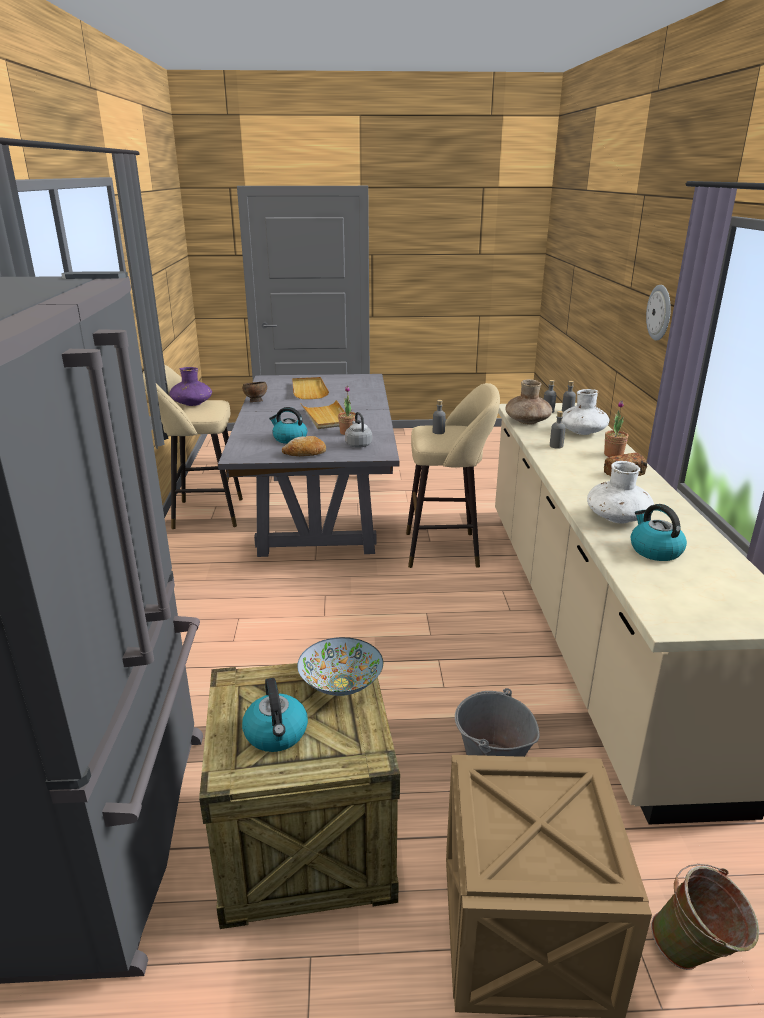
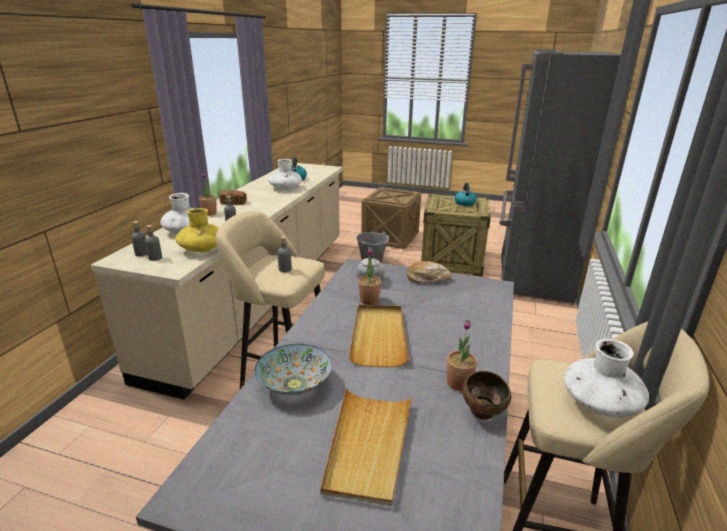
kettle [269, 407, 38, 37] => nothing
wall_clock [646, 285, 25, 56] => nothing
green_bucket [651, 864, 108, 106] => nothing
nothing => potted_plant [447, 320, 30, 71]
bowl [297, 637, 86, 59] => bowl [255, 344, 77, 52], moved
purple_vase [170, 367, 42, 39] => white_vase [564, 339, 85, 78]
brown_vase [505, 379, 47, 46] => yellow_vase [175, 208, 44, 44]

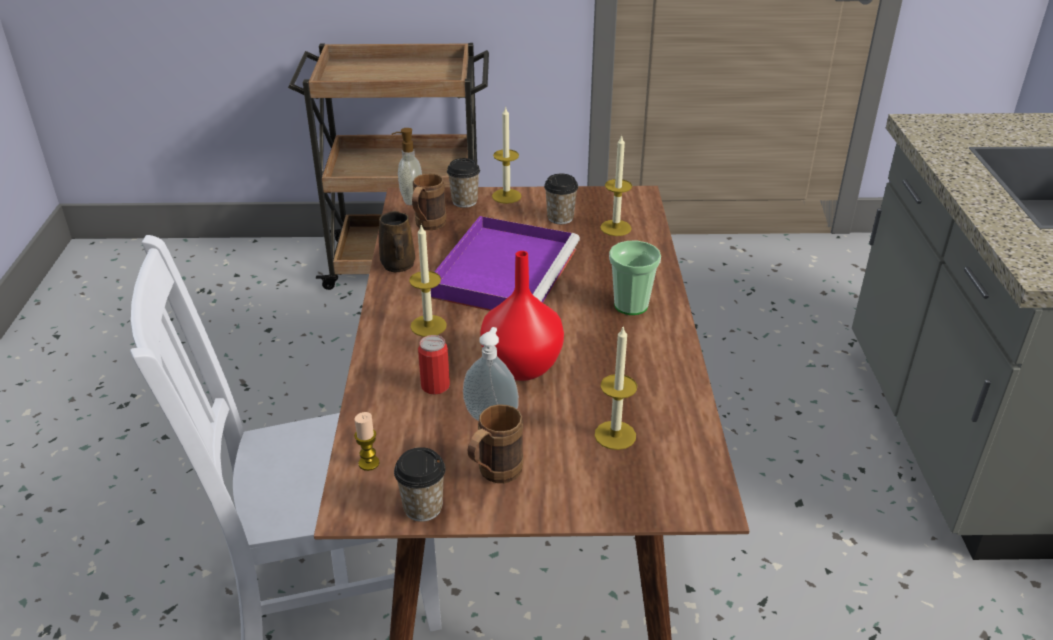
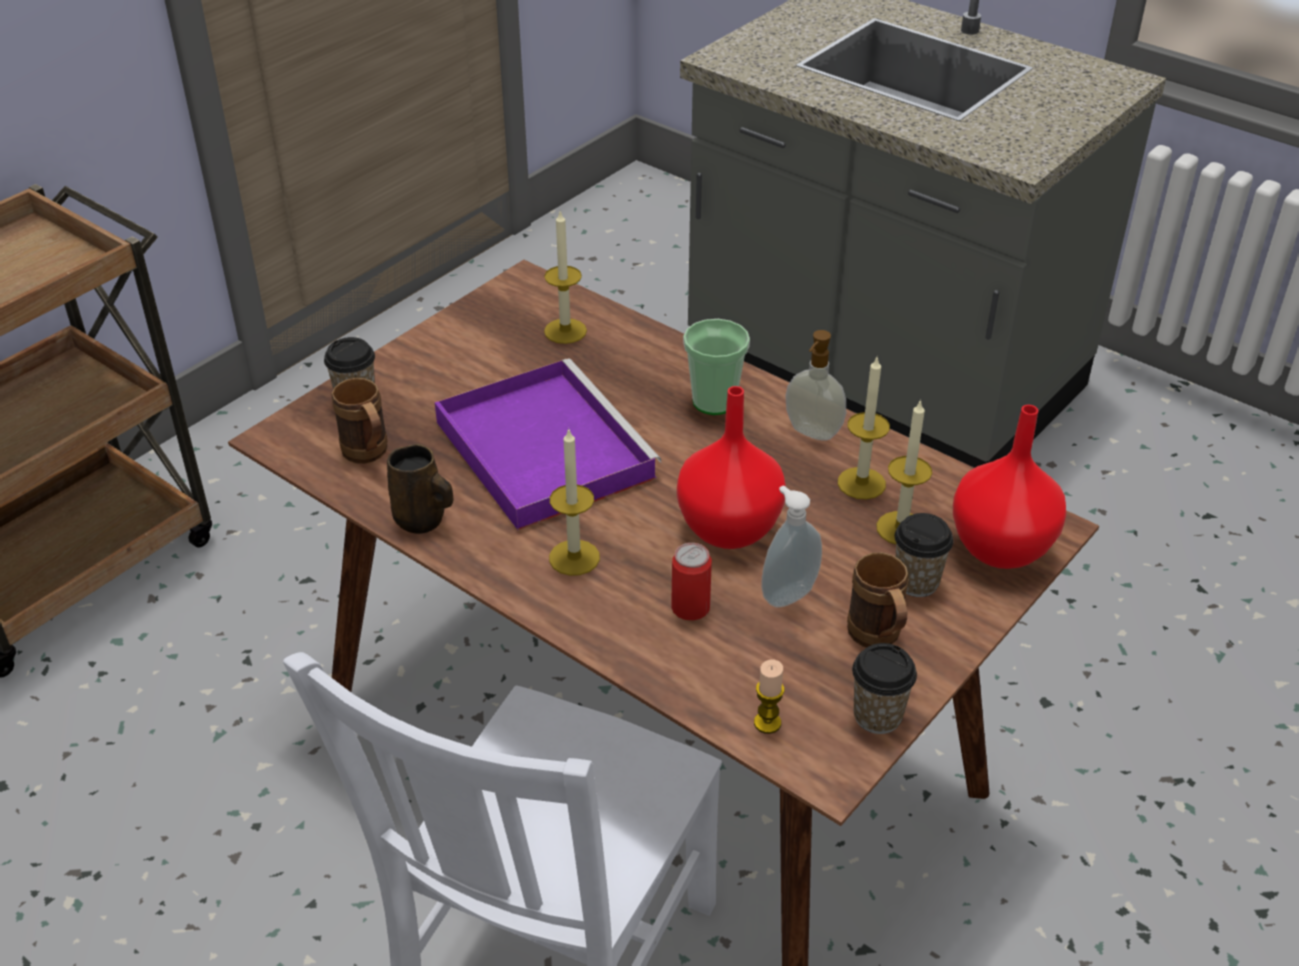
nothing => red_vase [953, 405, 113, 164]
soap_dispenser [392, 128, 30, 77] => soap_dispenser [785, 330, 61, 111], moved
candle [492, 106, 30, 98] => candle [838, 355, 52, 145], moved
cup [544, 174, 34, 50] => cup [895, 513, 58, 84], moved

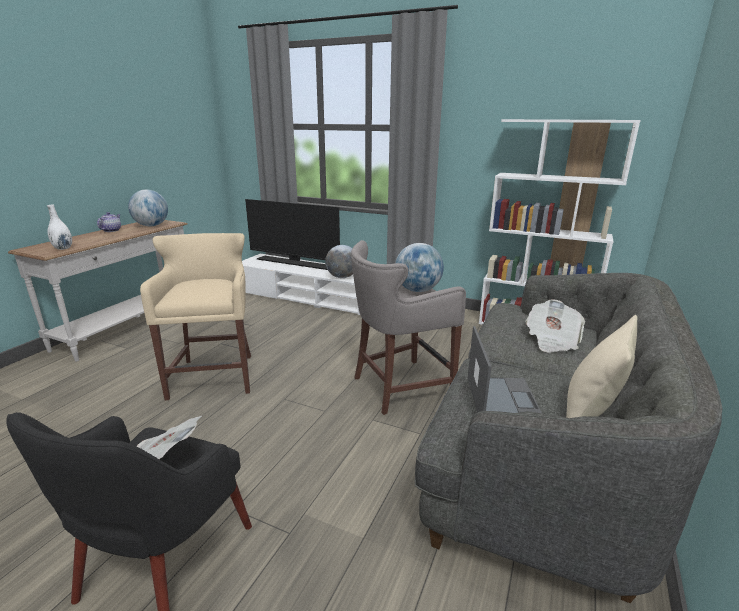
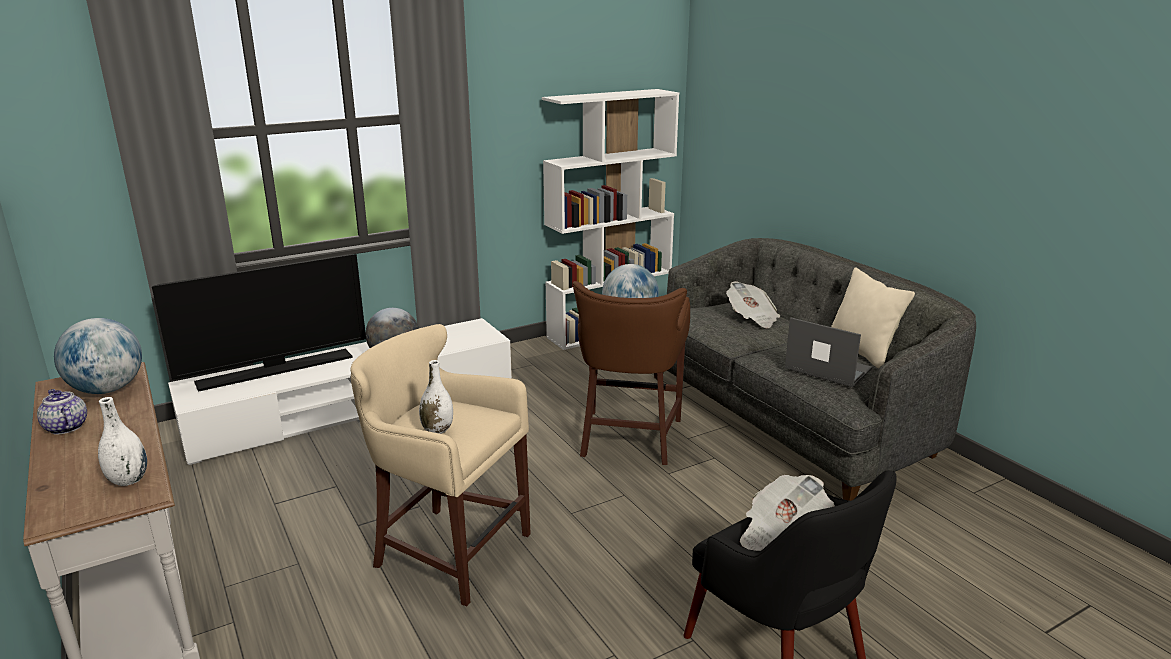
nothing => white_vase [419, 360, 34, 74]
grey_stool [351, 240, 115, 175] => brown_stool [572, 281, 118, 184]

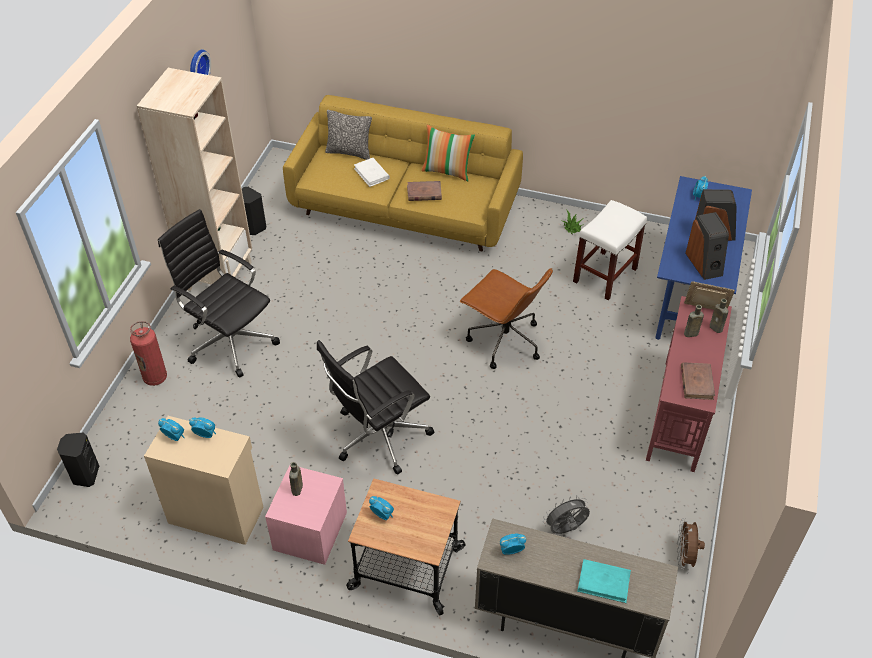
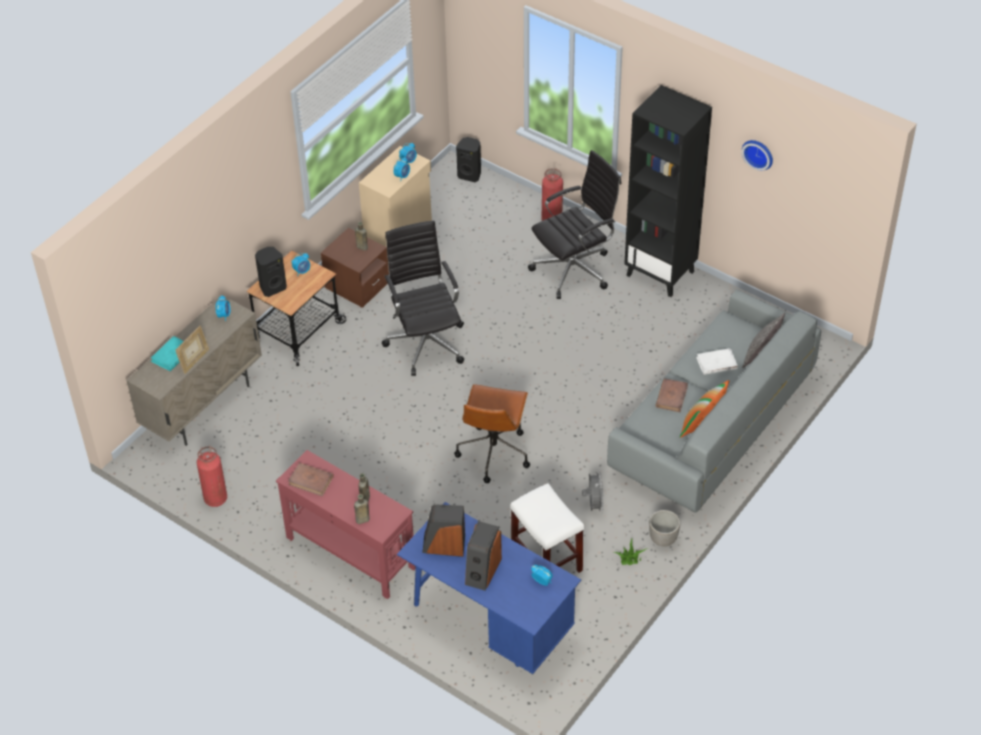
nothing => planter [649, 510, 31, 37]
black_speaker [242, 187, 24, 48] => black_speaker [255, 247, 32, 50], moved
grey_fan [543, 496, 47, 38] => grey_fan [582, 471, 22, 42], moved
picture_frame [684, 281, 51, 29] => picture_frame [175, 325, 34, 49], moved
brown_fan [677, 518, 28, 51] => fire_extinguisher [197, 447, 30, 60]
beige_bookcase [137, 68, 115, 223] => black_bookcase [624, 85, 88, 212]
pink_nightstand [265, 465, 82, 100] => brown_nightstand [321, 228, 68, 80]
yellow_sofa [283, 95, 240, 157] => grey_sofa [607, 289, 214, 223]
brown_office_chair [460, 268, 93, 101] => brown_office_chair [454, 384, 76, 99], 45 degrees counterclockwise

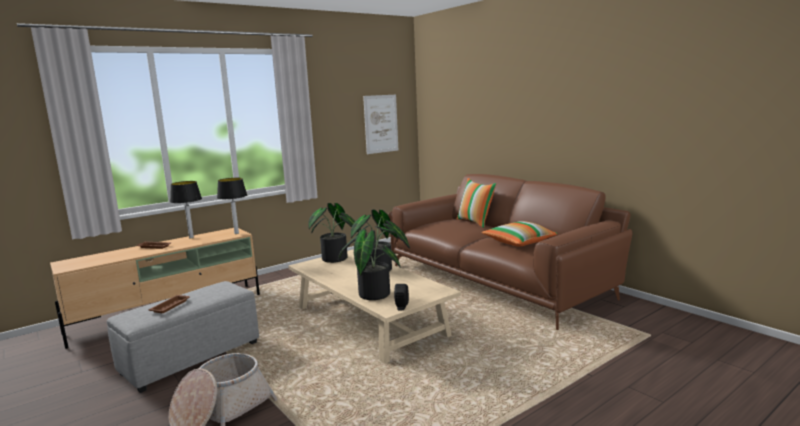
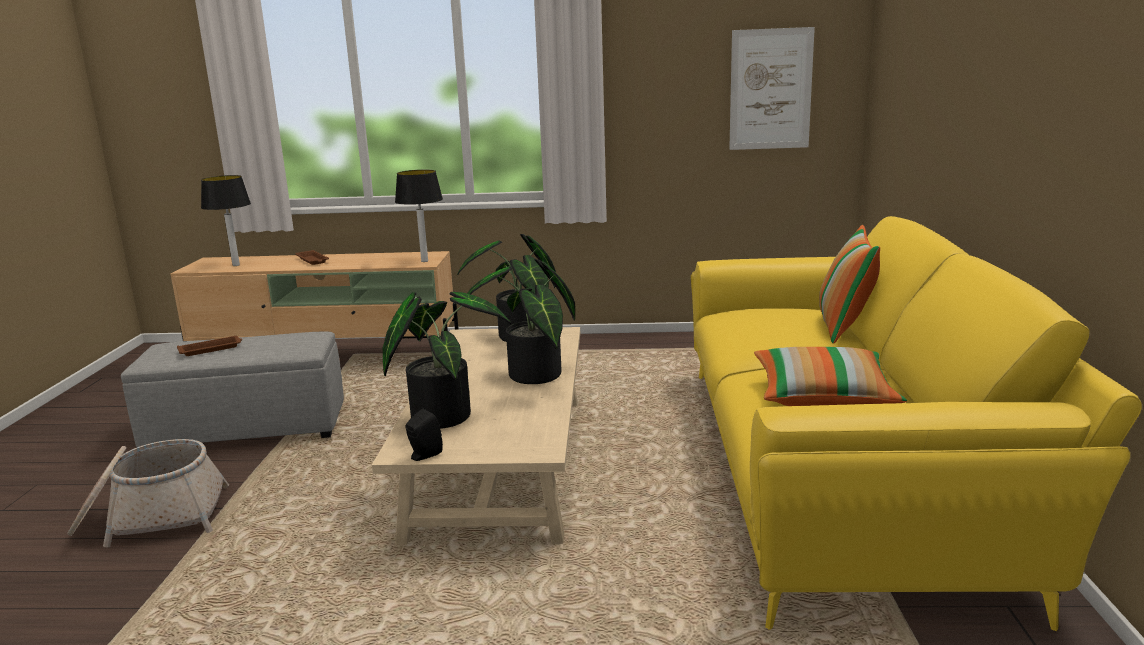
table_lamp [170, 181, 32, 57] => table_lamp [201, 175, 50, 91], moved
brown_sofa [388, 174, 245, 156] => yellow_sofa [691, 216, 451, 415]

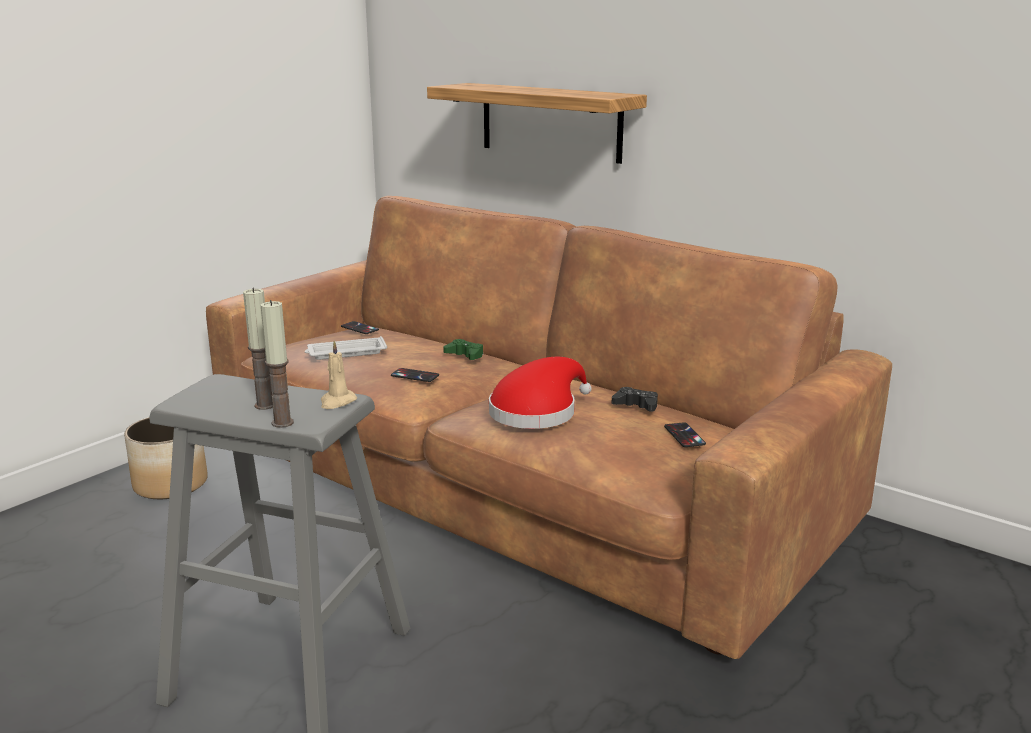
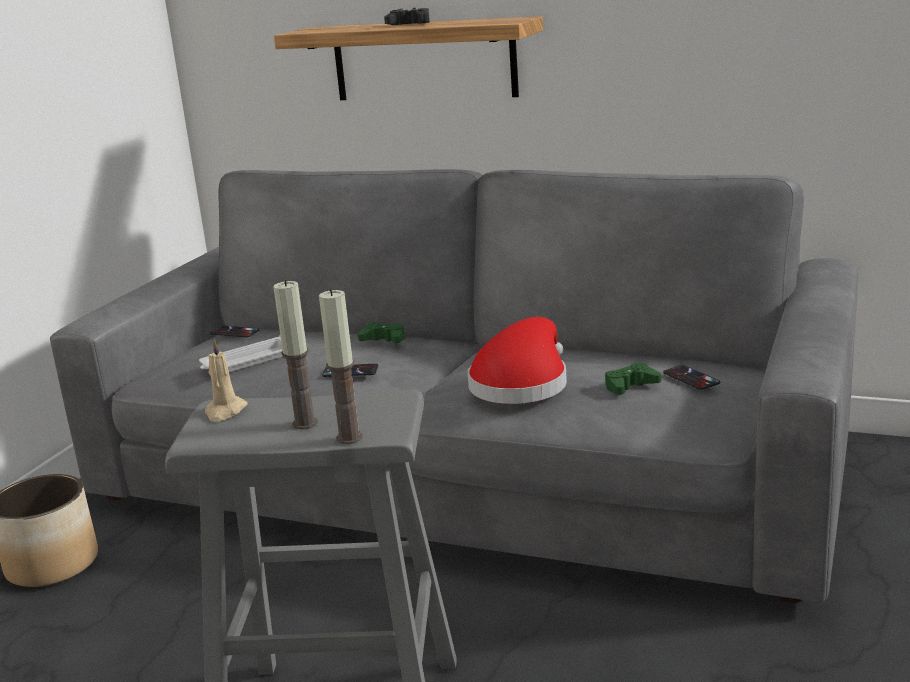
nothing => green_game_controller [605, 363, 56, 32]
beige_candle [321, 341, 36, 68] => beige_candle [205, 339, 43, 82], moved
black_game_controller [612, 387, 46, 25] => black_game_controller [384, 8, 46, 17], moved
brown_sofa [206, 196, 686, 463] => grey_sofa [50, 169, 808, 434]

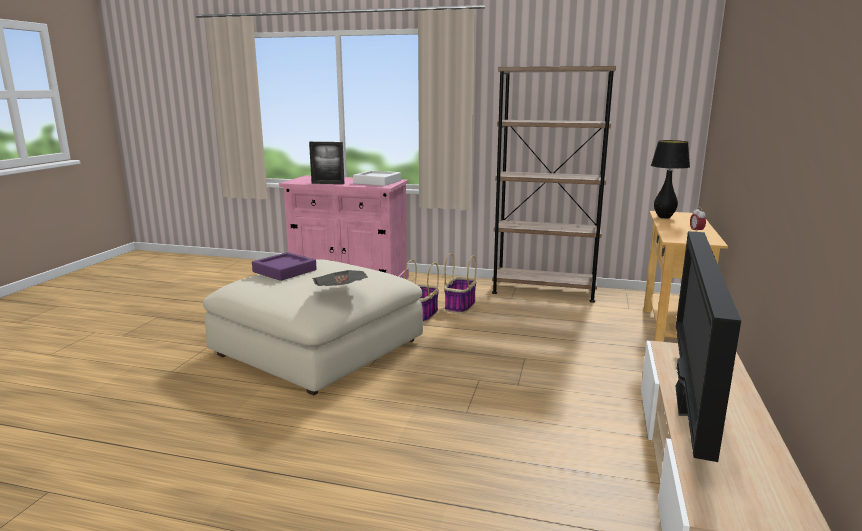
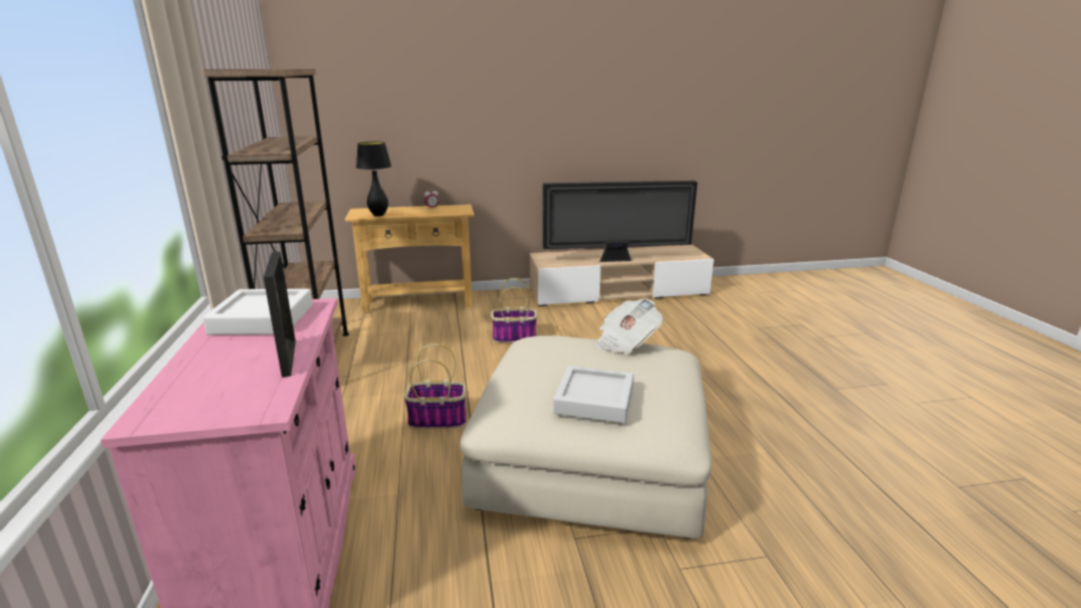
basket [444, 253, 32, 60] => basket [491, 278, 46, 65], moved
purple_tray [252, 252, 65, 29] => grey_tray [553, 366, 81, 57]

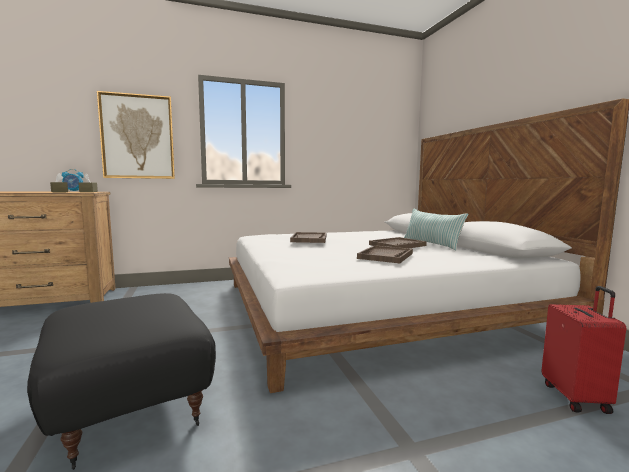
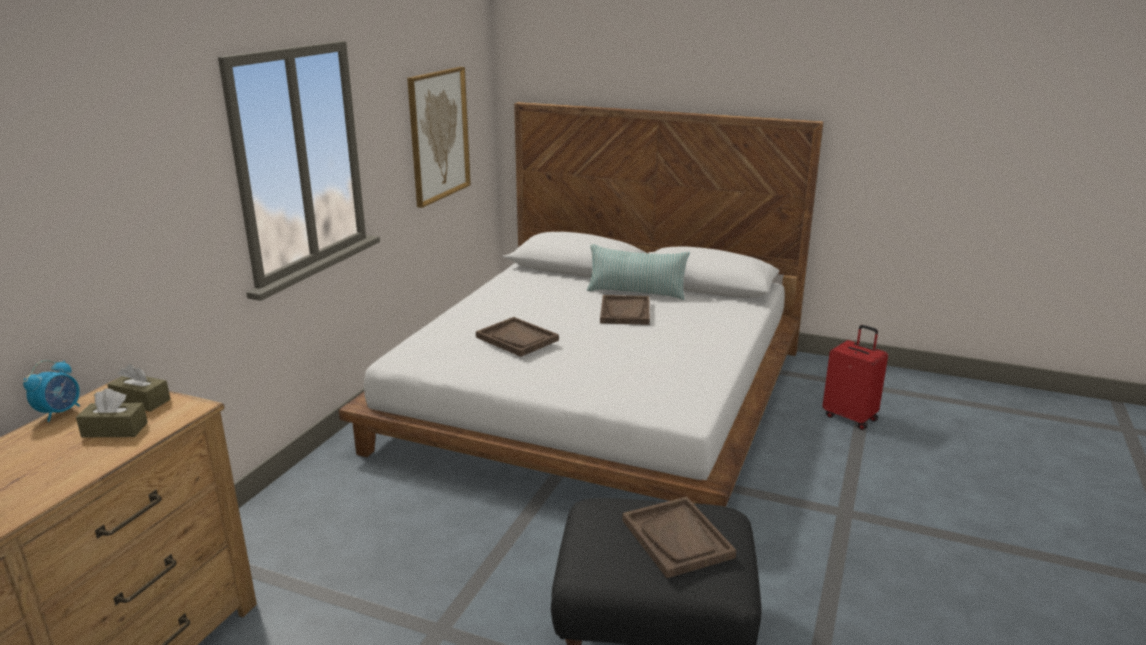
picture [97, 91, 78, 88] => picture [407, 67, 64, 141], moved
brown_tray [357, 245, 56, 18] => brown_tray [622, 497, 114, 81], moved

